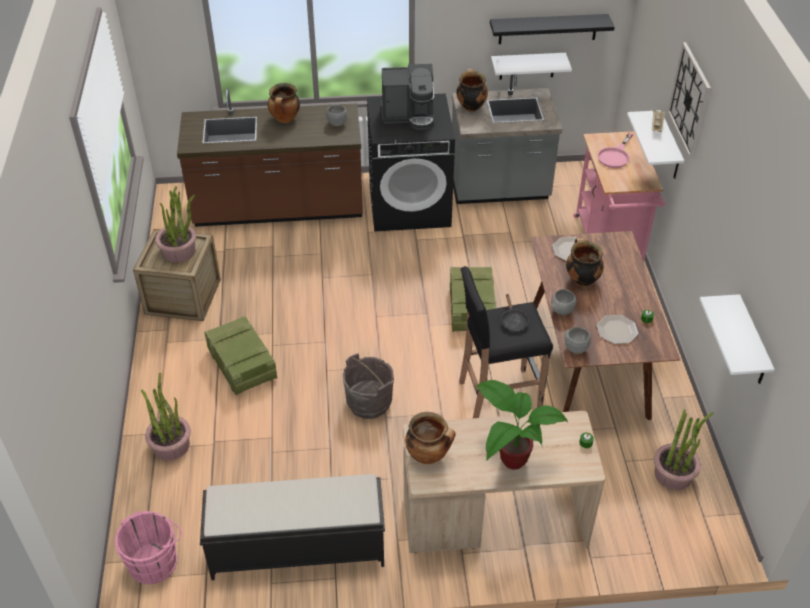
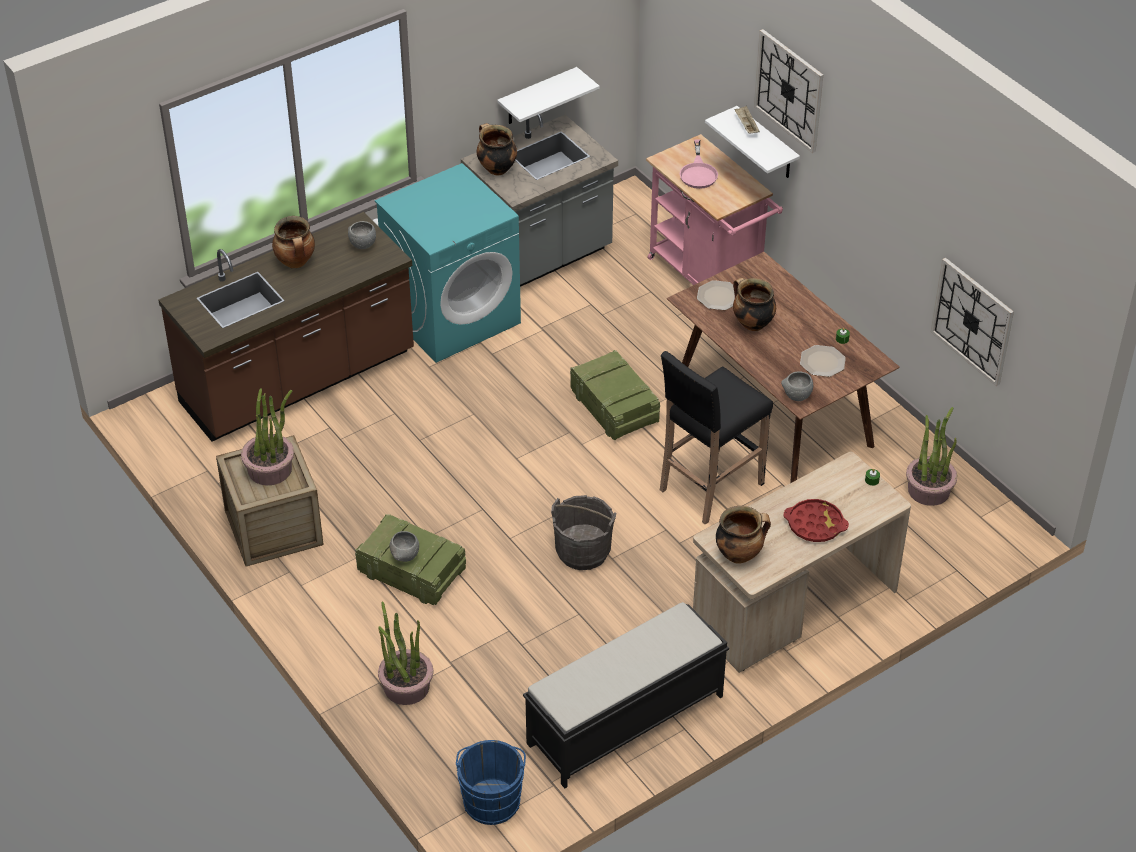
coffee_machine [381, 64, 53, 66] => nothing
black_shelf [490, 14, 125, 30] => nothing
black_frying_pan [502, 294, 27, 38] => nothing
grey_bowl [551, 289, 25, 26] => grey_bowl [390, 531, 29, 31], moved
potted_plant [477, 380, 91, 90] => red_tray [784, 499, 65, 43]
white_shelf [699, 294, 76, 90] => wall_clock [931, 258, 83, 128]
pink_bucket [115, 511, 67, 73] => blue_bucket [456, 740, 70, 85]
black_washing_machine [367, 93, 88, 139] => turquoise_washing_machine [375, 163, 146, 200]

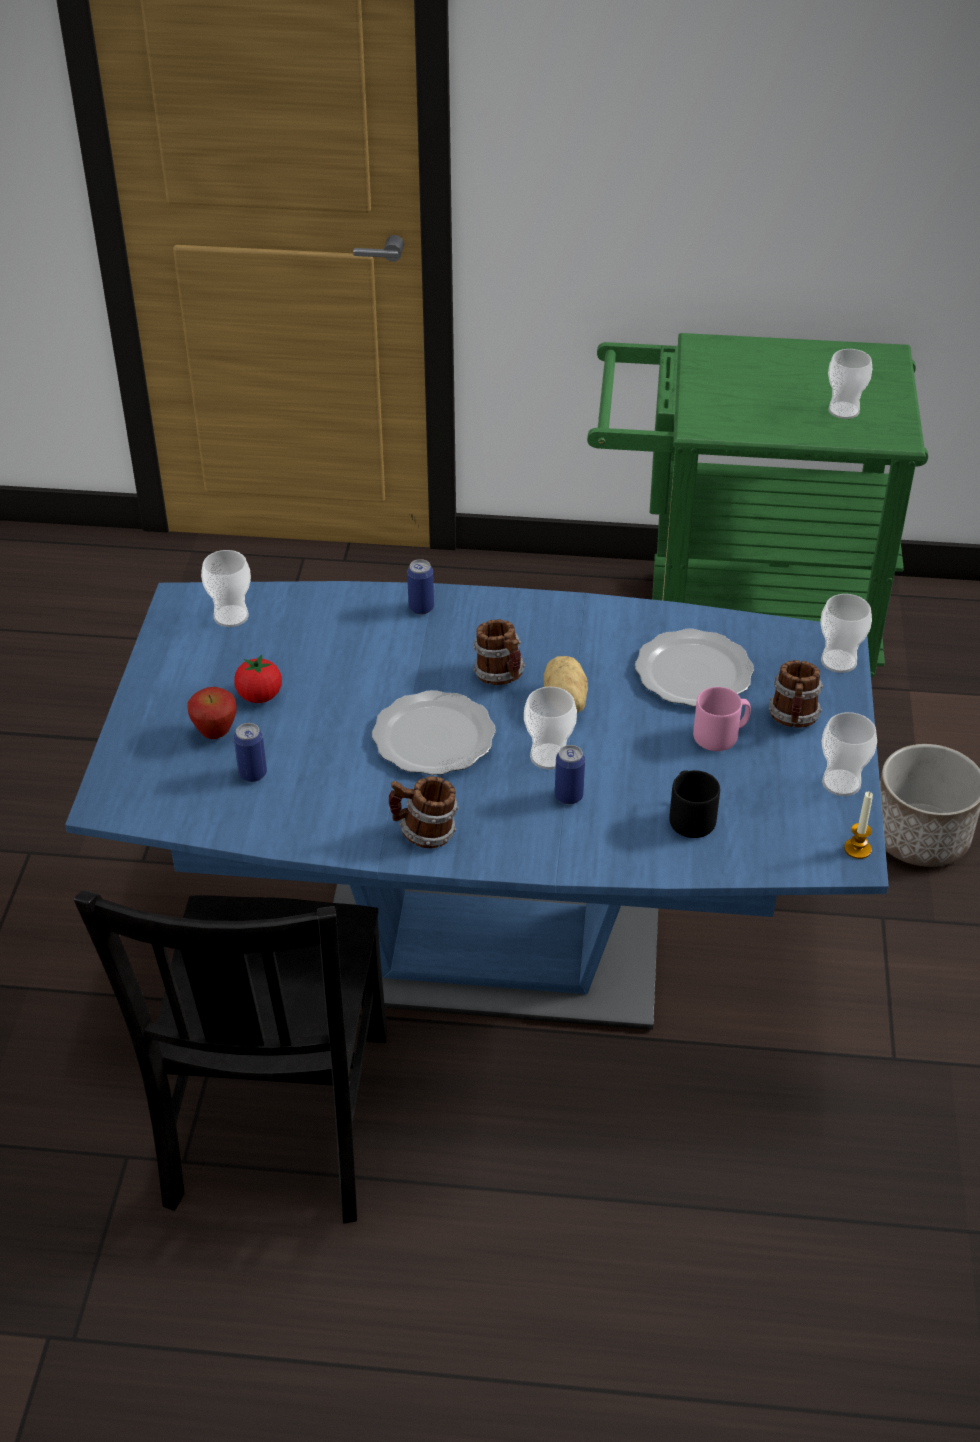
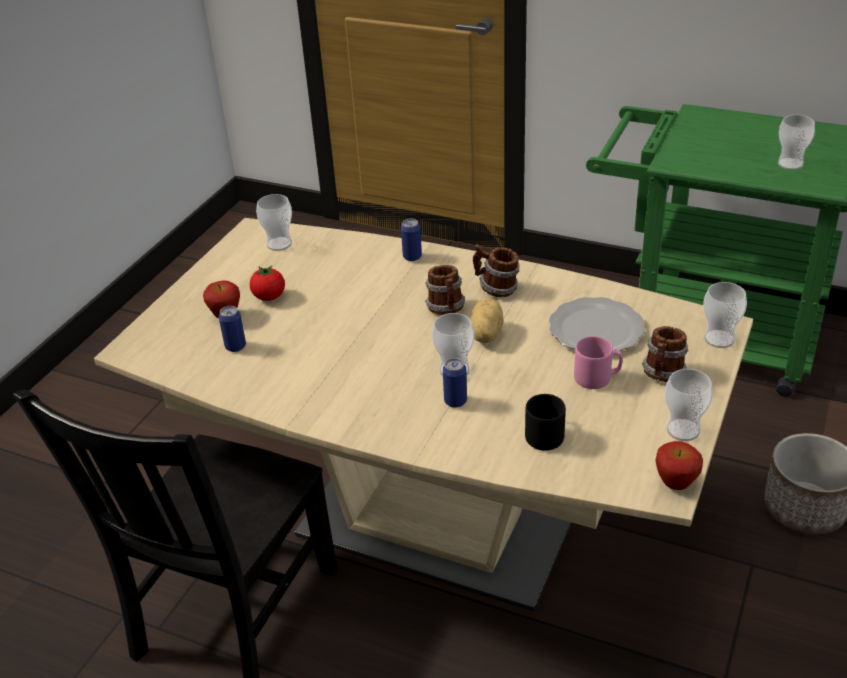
plate [372, 690, 124, 85] => nothing
mug [389, 776, 70, 72] => mug [473, 244, 46, 53], moved
candle [844, 792, 29, 67] => apple [655, 441, 48, 49]
blue_dining_table [65, 581, 824, 449] => beige_dining_table [94, 218, 659, 393]

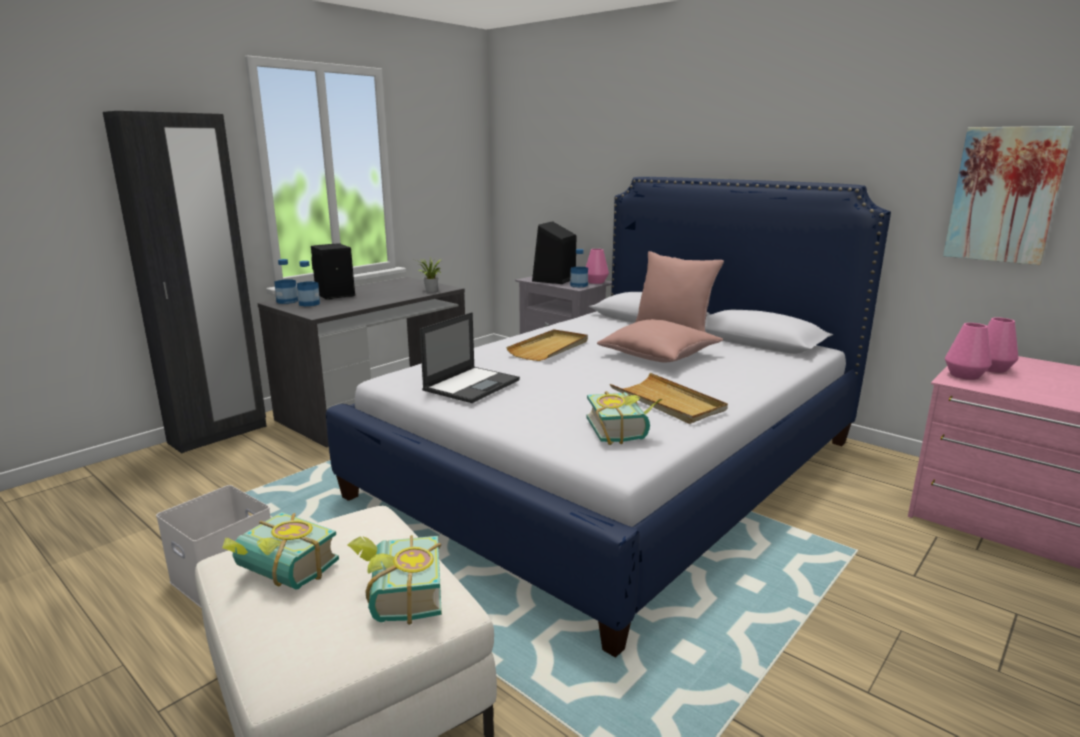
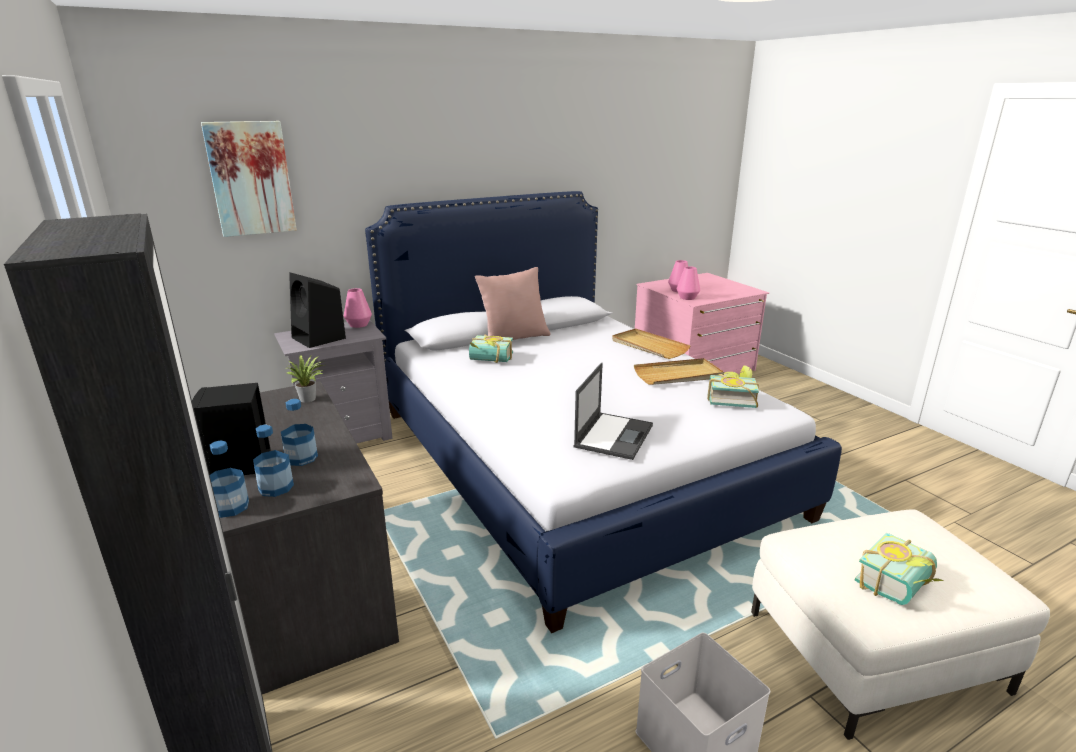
pink_pillow [597, 319, 126, 44] => nothing
book [348, 535, 94, 90] => book [469, 334, 44, 29], moved
beige_tray [506, 329, 82, 32] => beige_tray [612, 328, 79, 31], moved
bottle [570, 249, 18, 38] => bottle [281, 399, 37, 67], moved
picture [943, 126, 131, 139] => picture [201, 121, 96, 116], moved
laptop [420, 312, 100, 91] => laptop [573, 363, 80, 97], 60 degrees clockwise

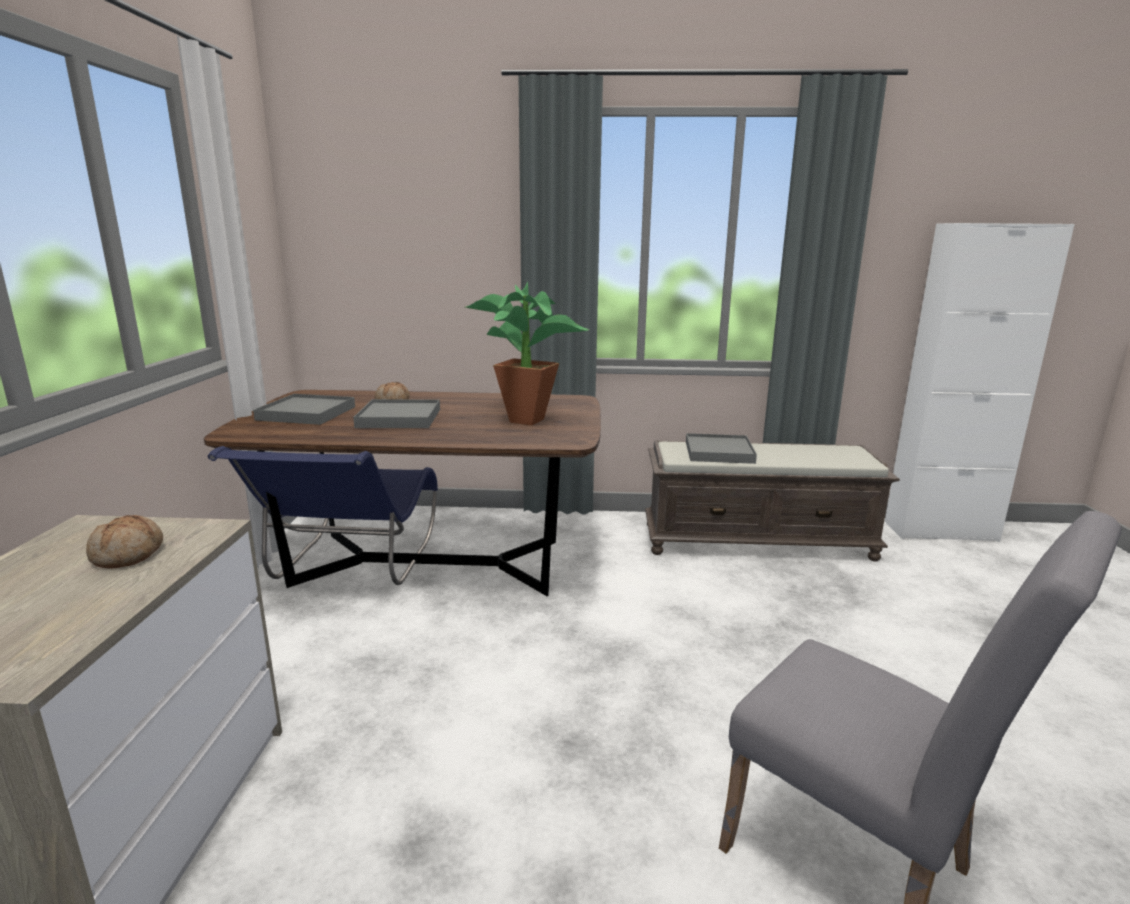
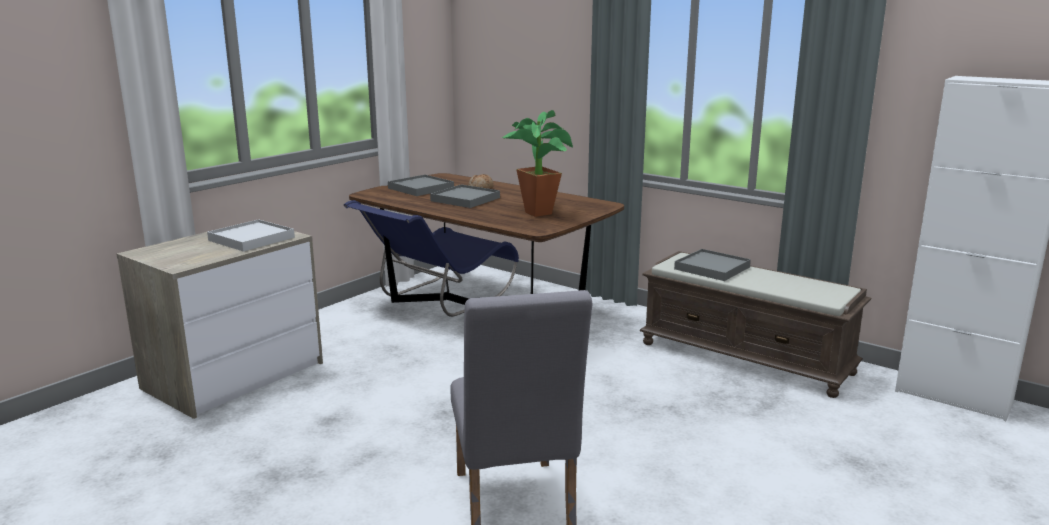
bread [86, 515, 77, 54] => white_tray [207, 219, 88, 32]

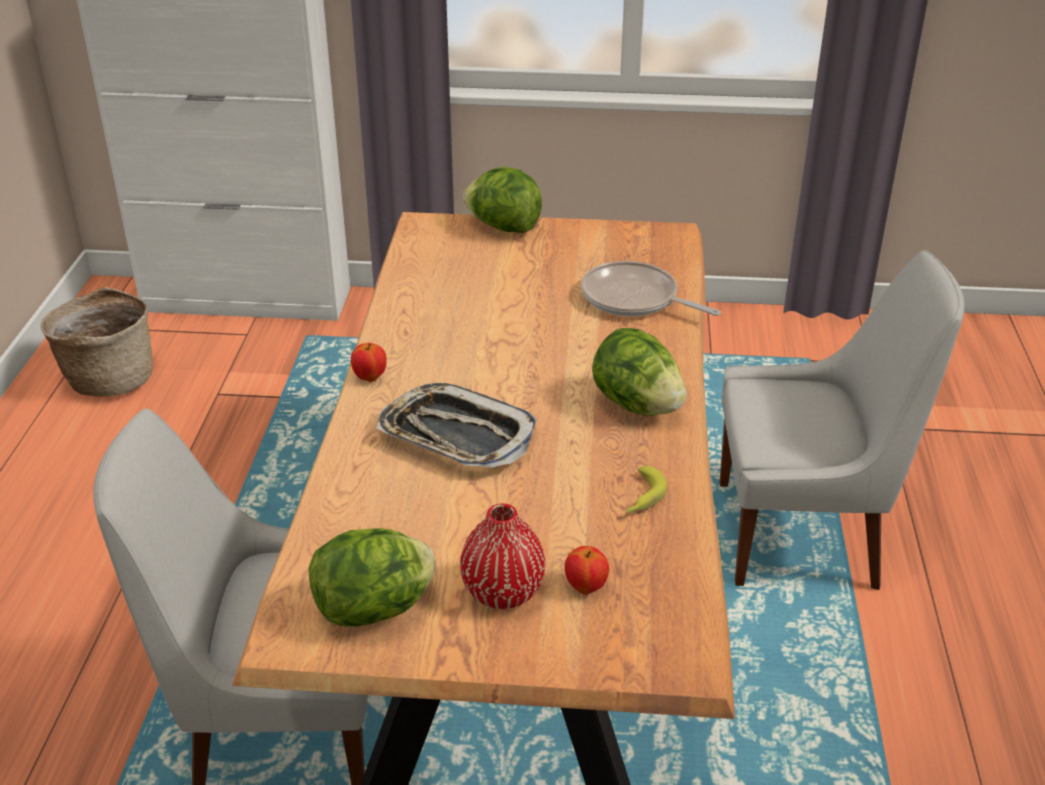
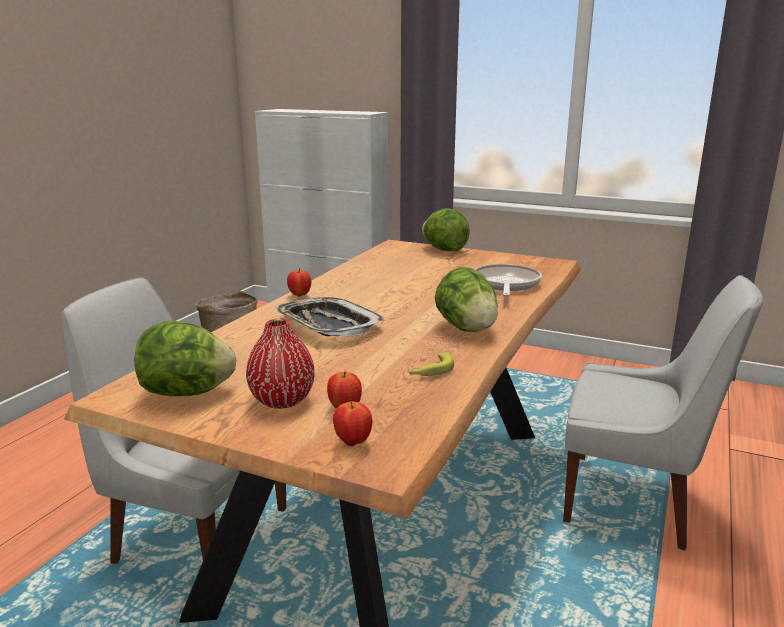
nothing => apple [333, 399, 39, 47]
frying_pan [581, 261, 140, 56] => frying_pan [475, 264, 67, 32], 45 degrees clockwise

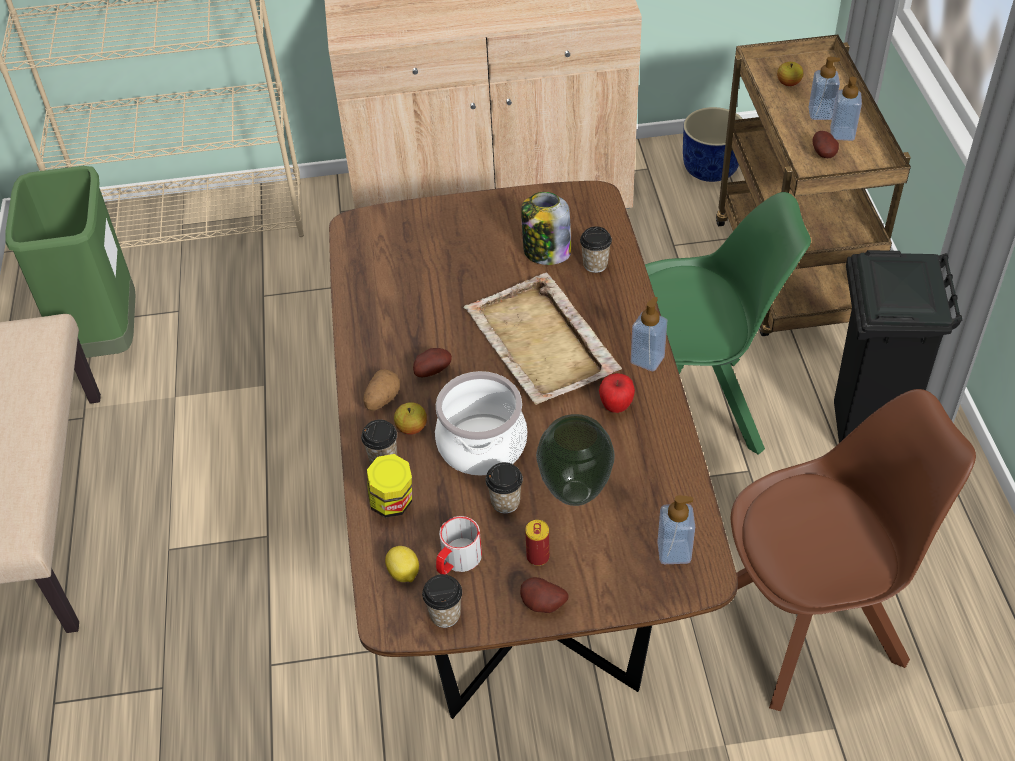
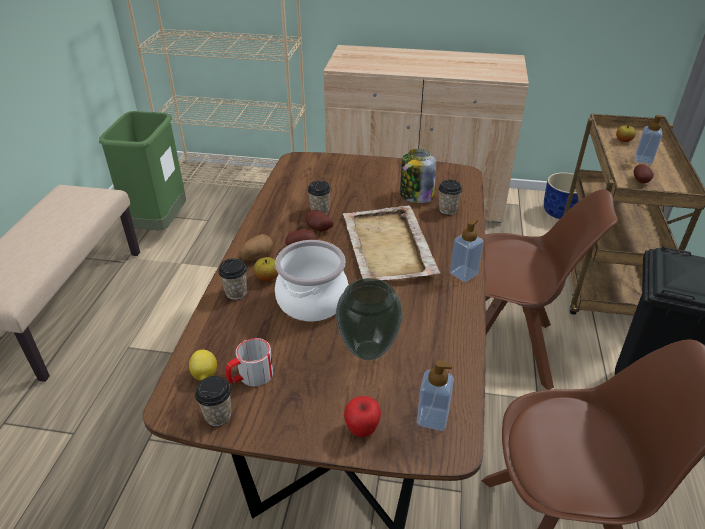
jar [367, 454, 45, 64] => nothing
can [525, 520, 25, 46] => nothing
soap_dispenser [830, 77, 32, 64] => nothing
cup [486, 462, 37, 52] => cup [307, 180, 24, 34], moved
potato [520, 577, 49, 36] => potato [306, 210, 28, 21], moved
apple [599, 373, 36, 40] => apple [344, 396, 37, 41], moved
green_chair [645, 192, 166, 263] => brown_chair [485, 189, 133, 201]

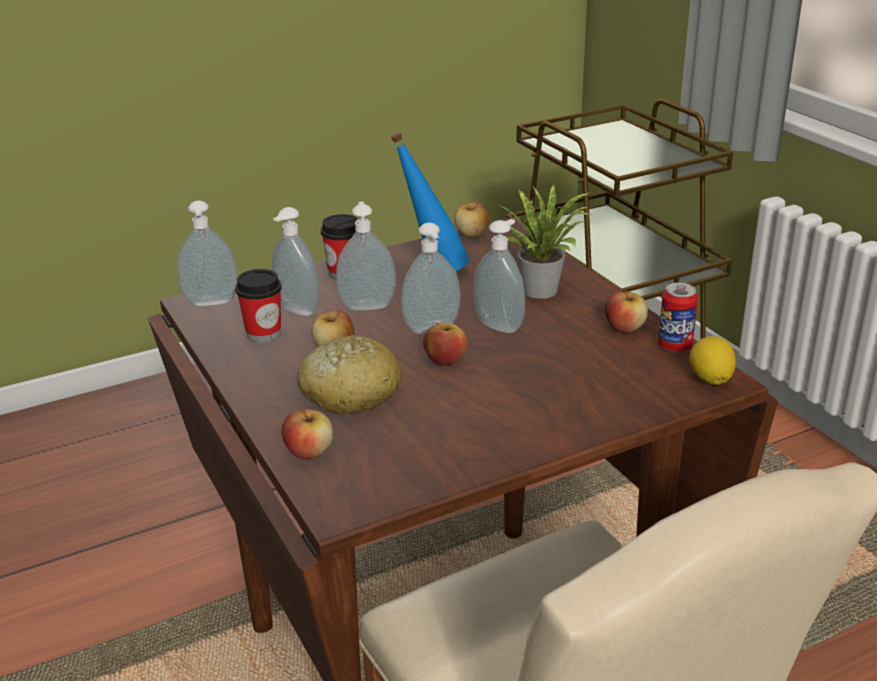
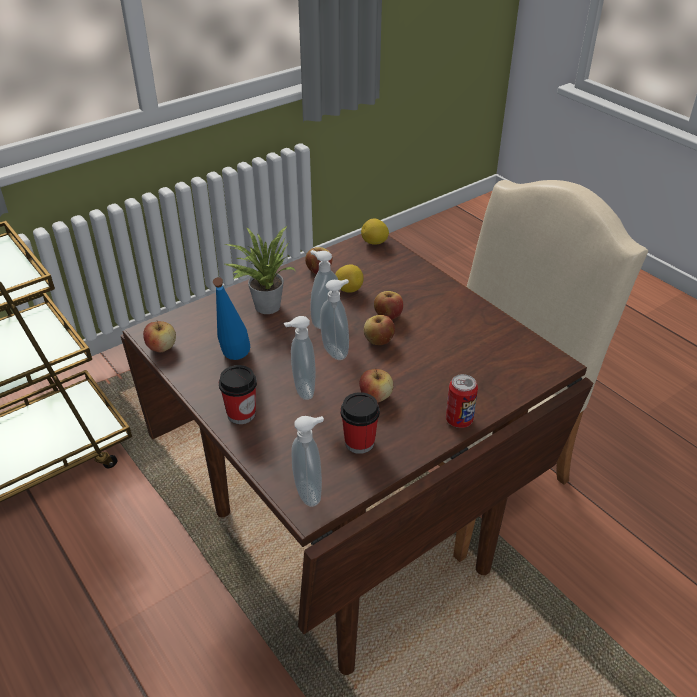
soap_dispenser [271, 207, 49, 109] => nothing
bread [297, 335, 105, 79] => nothing
nothing => lemon [335, 265, 28, 28]
apple [282, 406, 51, 53] => apple [374, 291, 29, 29], moved
can [658, 283, 40, 70] => can [446, 374, 32, 54], moved

